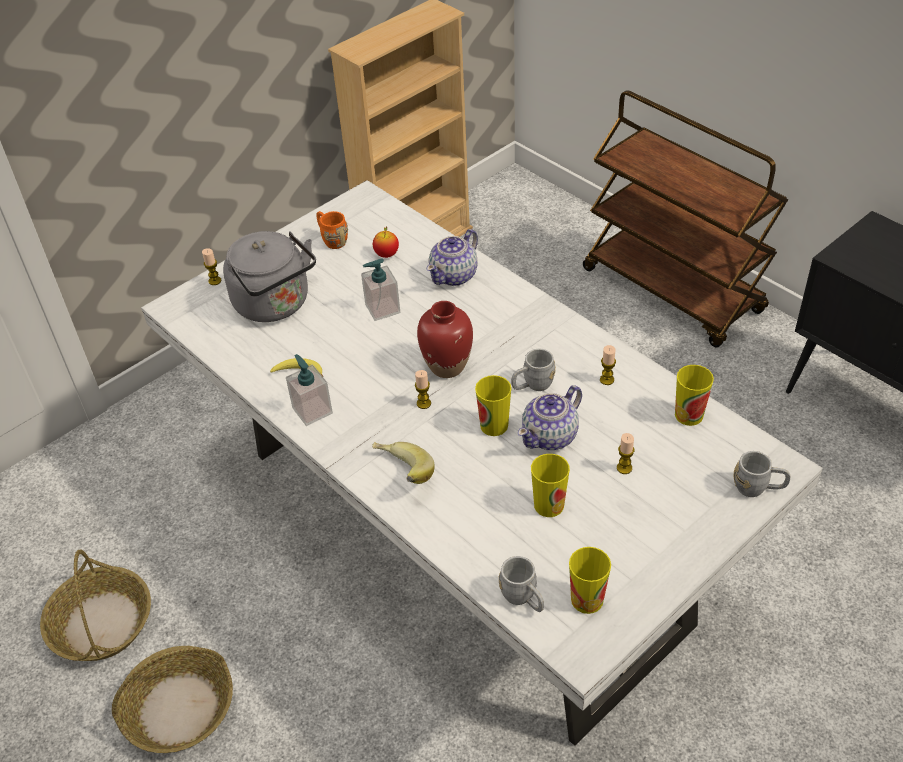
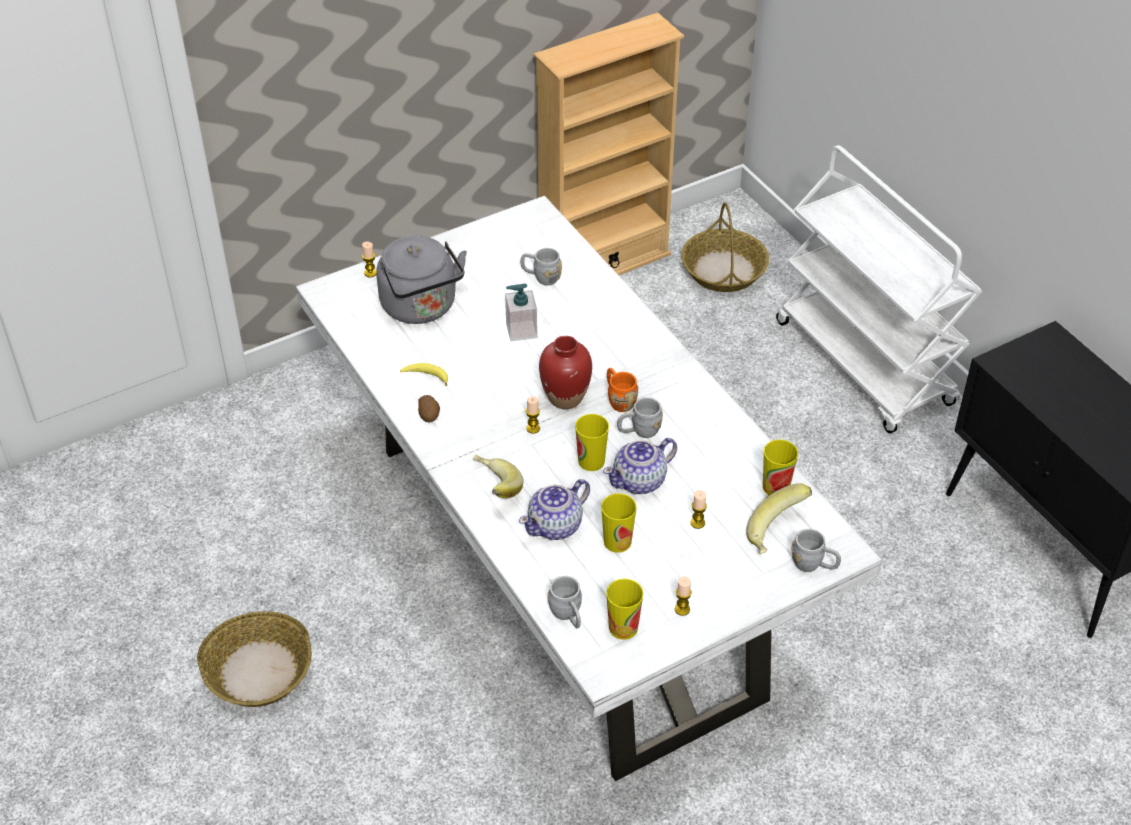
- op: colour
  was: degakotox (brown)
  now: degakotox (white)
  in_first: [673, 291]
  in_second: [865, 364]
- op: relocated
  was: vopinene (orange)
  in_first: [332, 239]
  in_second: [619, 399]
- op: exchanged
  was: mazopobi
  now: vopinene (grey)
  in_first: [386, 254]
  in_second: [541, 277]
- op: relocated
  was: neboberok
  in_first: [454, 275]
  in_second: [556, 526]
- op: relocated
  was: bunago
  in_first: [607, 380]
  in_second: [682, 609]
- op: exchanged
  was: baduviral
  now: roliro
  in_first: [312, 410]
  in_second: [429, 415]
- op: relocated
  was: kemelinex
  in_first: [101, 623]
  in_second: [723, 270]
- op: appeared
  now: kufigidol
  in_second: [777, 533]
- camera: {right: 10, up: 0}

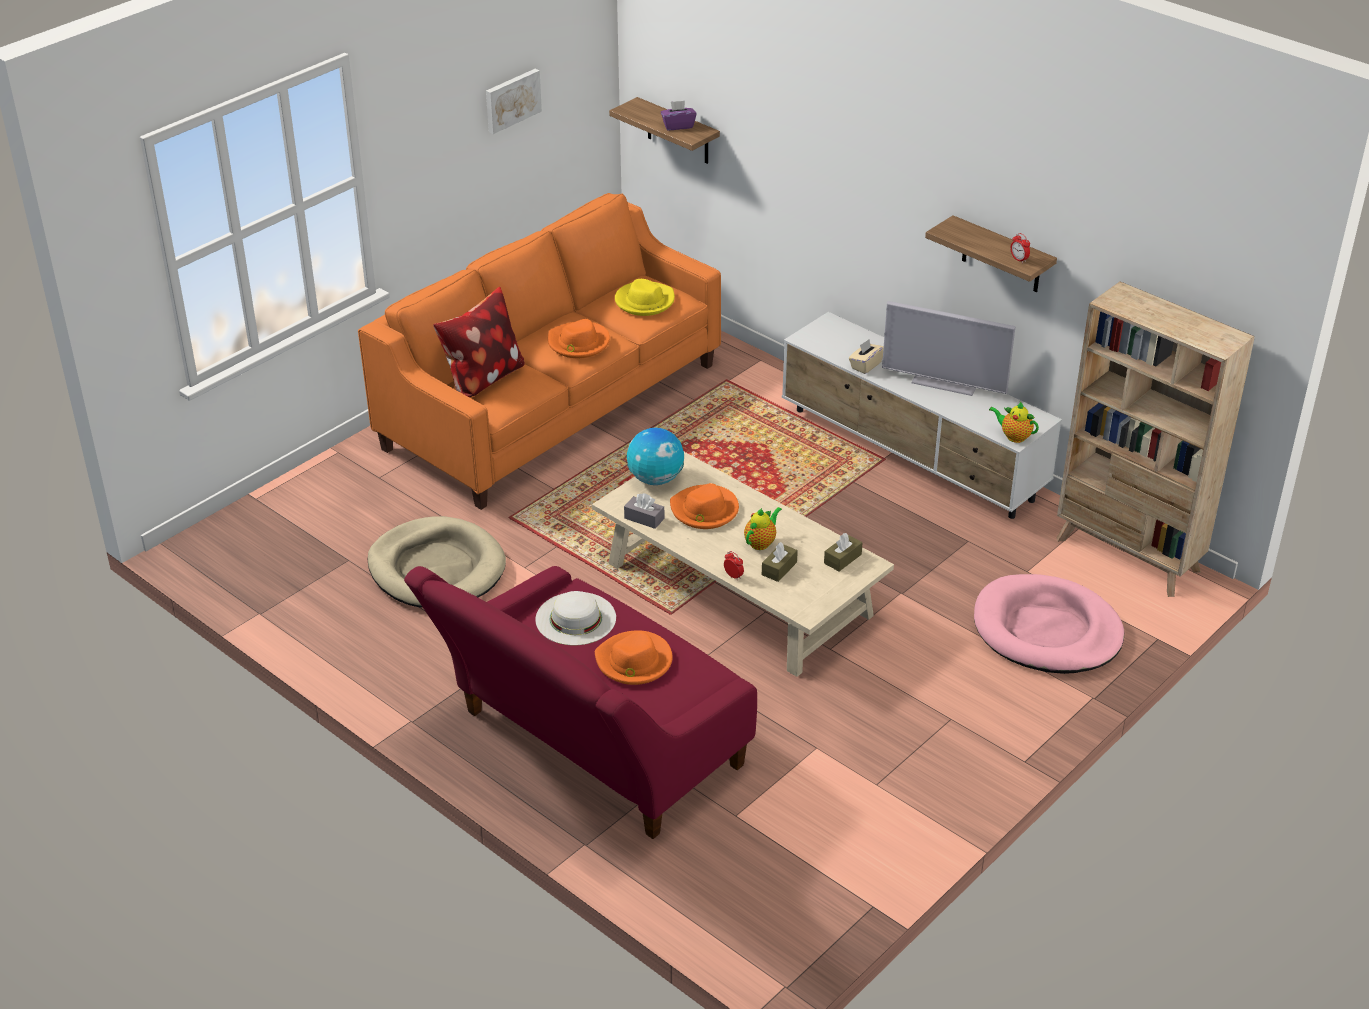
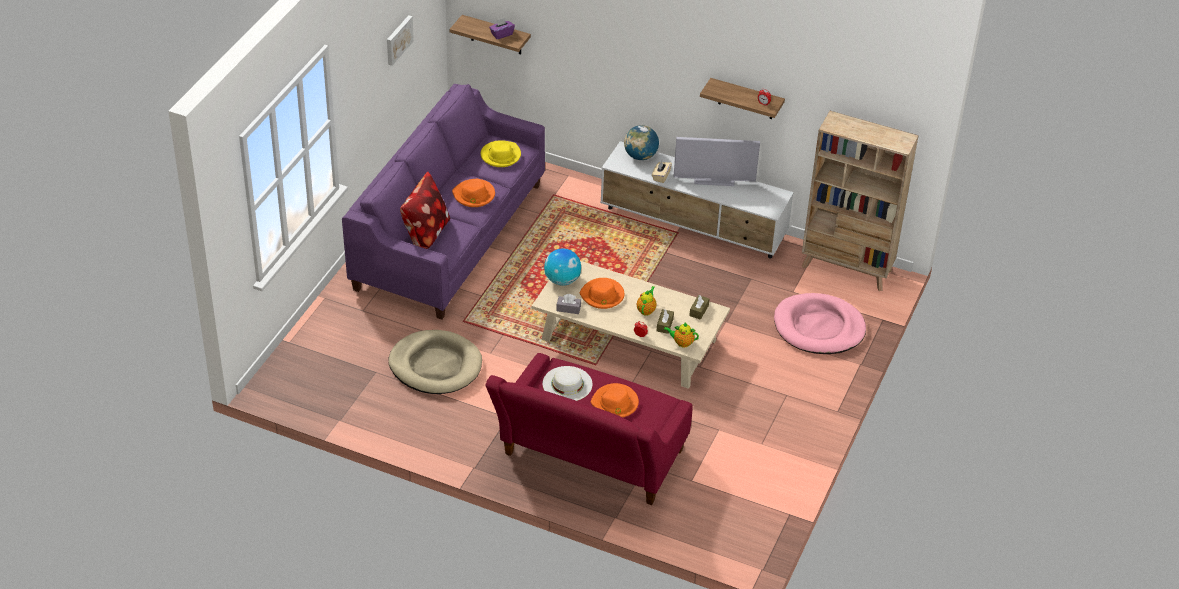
- op: colour
  was: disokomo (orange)
  now: disokomo (purple)
  in_first: [552, 406]
  in_second: [449, 236]
- op: relocated
  was: neboberok
  in_first: [1013, 436]
  in_second: [682, 343]
- op: appeared
  now: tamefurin
  in_second: [640, 156]
- camera: {right: -20, up: 5}

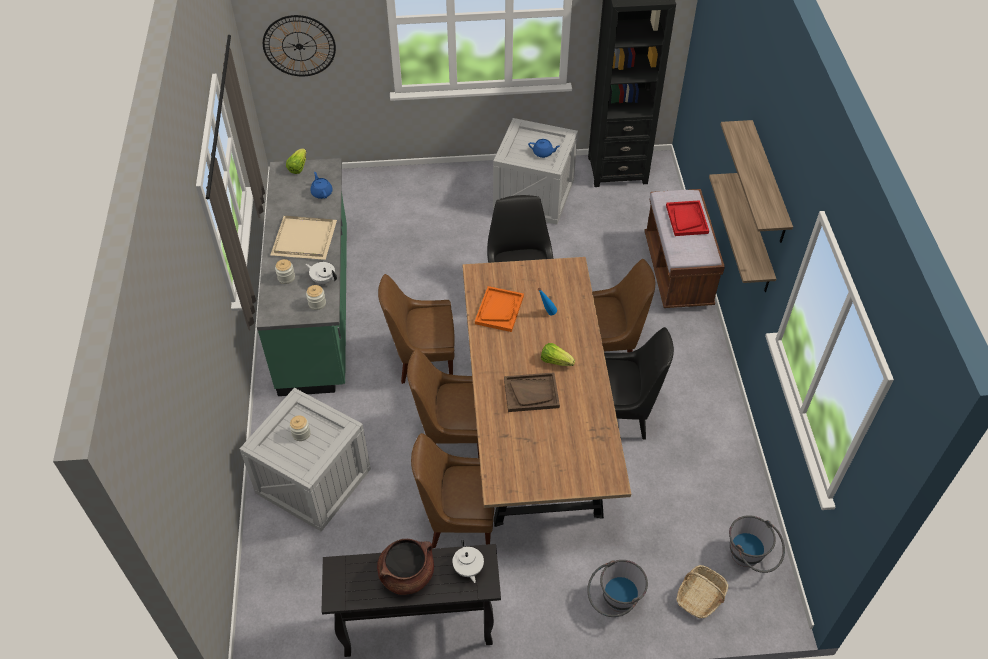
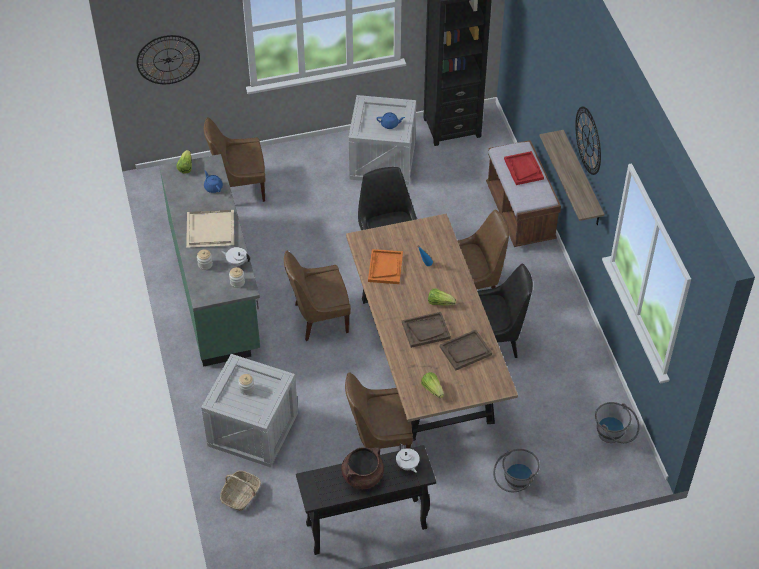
- op: exchanged
  was: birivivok
  now: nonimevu
  in_first: [768, 184]
  in_second: [588, 140]
- op: relocated
  was: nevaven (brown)
  in_first: [452, 436]
  in_second: [239, 187]
- op: relocated
  was: kemelinex
  in_first: [700, 596]
  in_second: [241, 495]
- op: appeared
  now: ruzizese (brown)
  in_second: [465, 351]
- op: appeared
  now: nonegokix
  in_second: [432, 389]
- camera: {right: -10, up: 0}

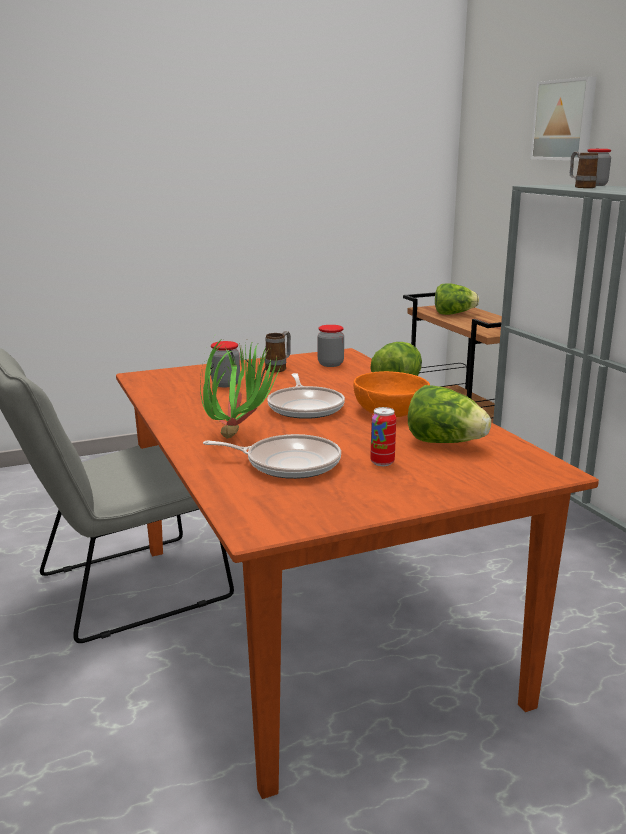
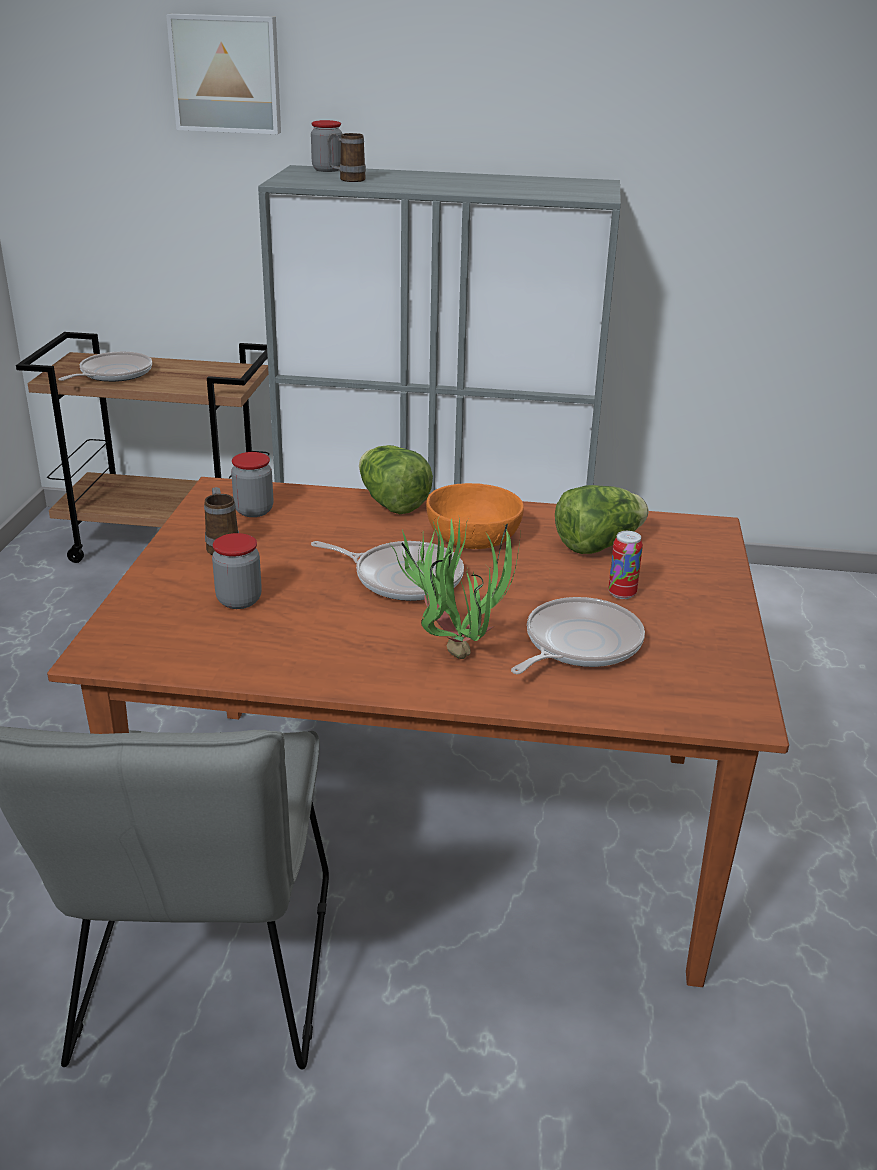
- op: exchanged
  was: nonegokix
  now: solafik
  in_first: [453, 314]
  in_second: [113, 374]
- camera: {right: -60, up: 10}

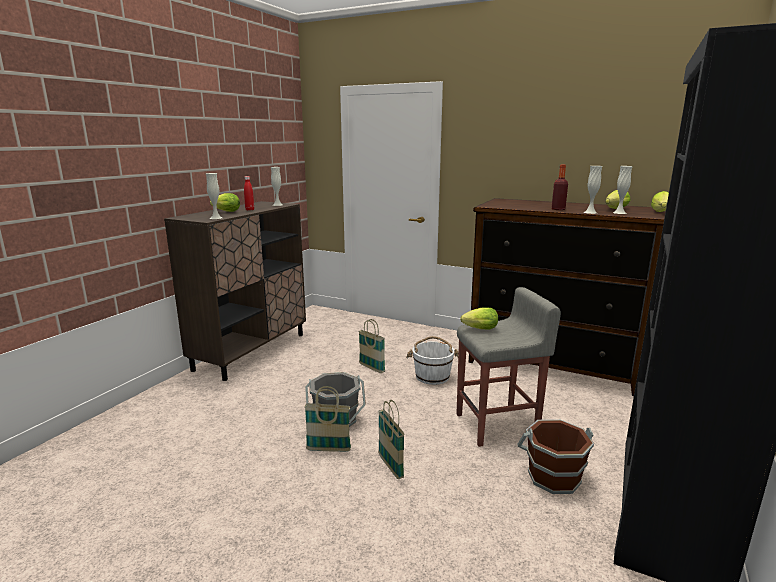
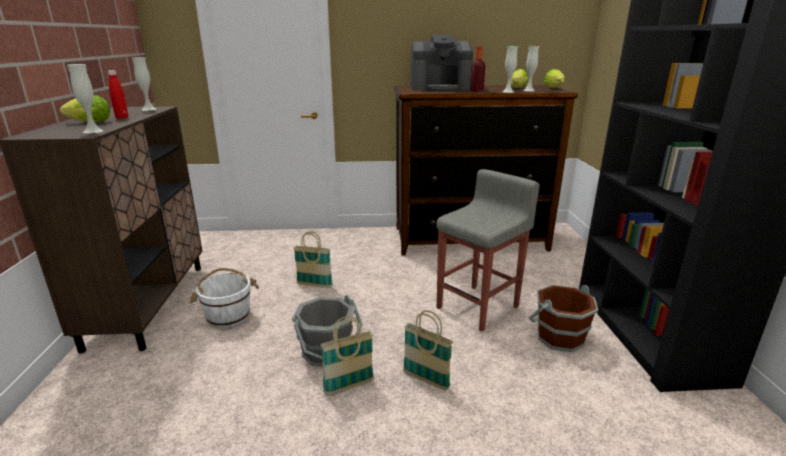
- op: missing
  was: nonegokix
  in_first: [478, 329]
- op: relocated
  was: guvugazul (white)
  in_first: [432, 376]
  in_second: [228, 315]
- op: appeared
  now: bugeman
  in_second: [440, 88]
- camera: {right: -30, up: 5}

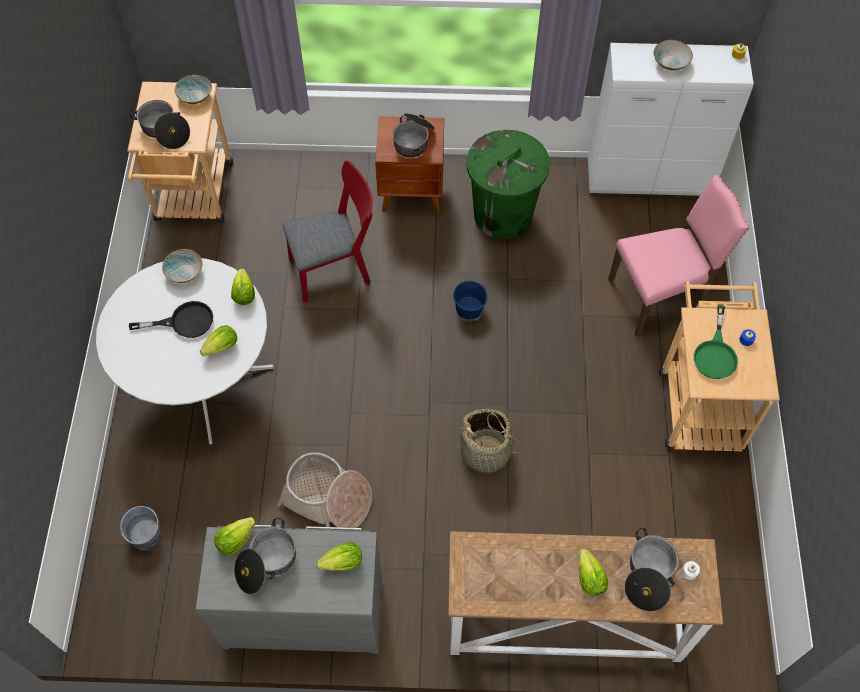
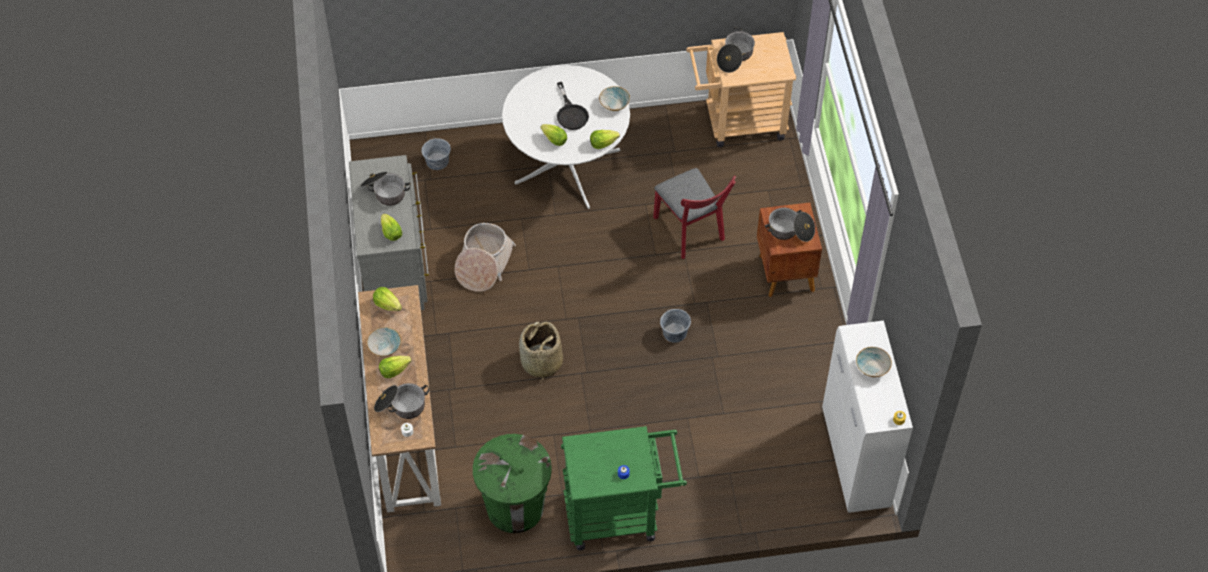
- op: relocated
  was: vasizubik
  in_first: [195, 96]
  in_second: [385, 347]
- op: relocated
  was: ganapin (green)
  in_first: [503, 215]
  in_second: [515, 508]
- op: missing
  was: nevaven (pink)
  in_first: [660, 296]
- op: colour
  was: guvugazul (blue)
  now: guvugazul (grey)
  in_first: [469, 308]
  in_second: [675, 333]
- op: colour
  was: degakotox (beige)
  now: degakotox (green)
  in_first: [699, 400]
  in_second: [620, 514]
- op: missing
  was: solafik (green)
  in_first: [715, 353]
- op: relocated
  was: nonegokix
  in_first: [235, 540]
  in_second: [387, 304]
- camera: {right: 80, up: -5}

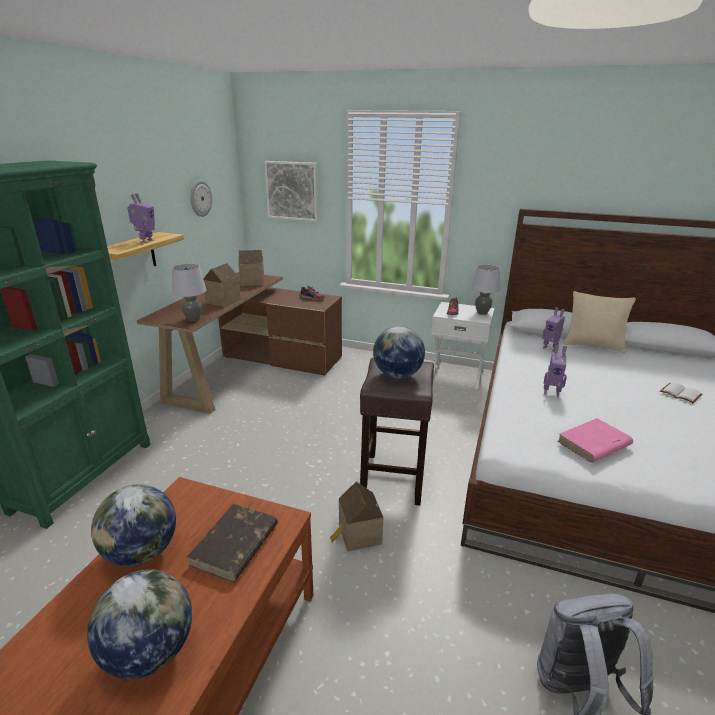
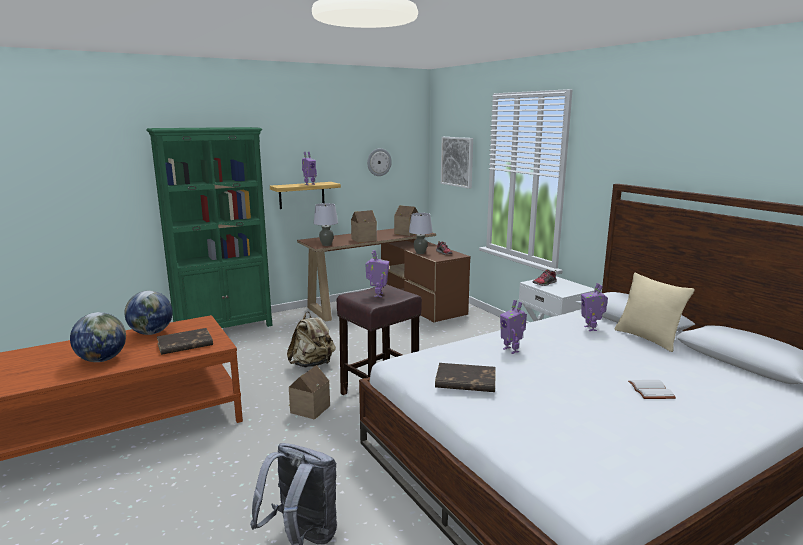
- op: relocated
  was: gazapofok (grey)
  in_first: [482, 312]
  in_second: [420, 253]
- op: exchanged
  was: tamefurin
  now: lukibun
  in_first: [397, 375]
  in_second: [377, 295]
- op: colour
  was: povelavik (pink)
  now: povelavik (brown)
  in_first: [593, 444]
  in_second: [465, 381]
- op: appeared
  now: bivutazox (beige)
  in_second: [312, 364]
- camera: {right: 40, up: -10}

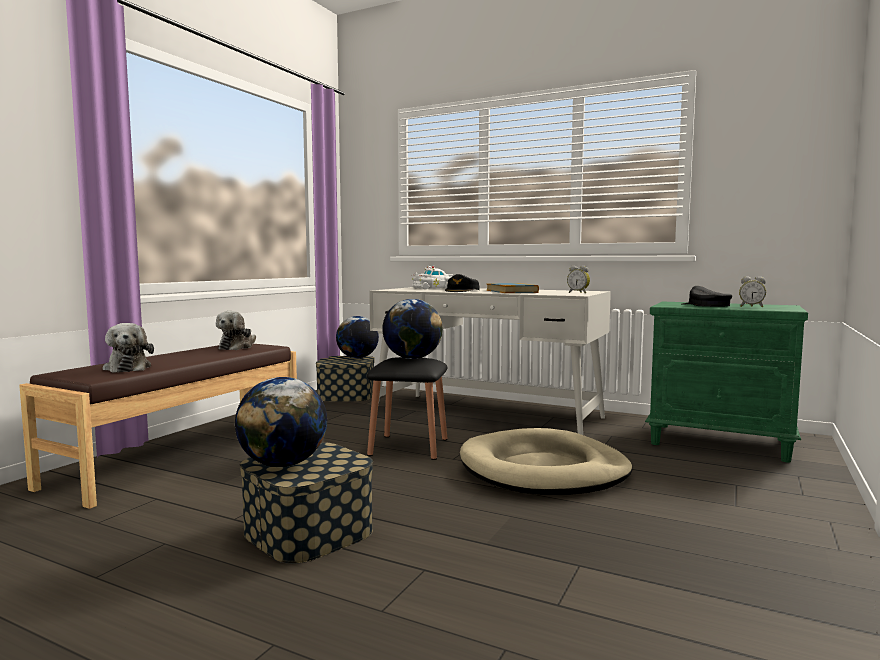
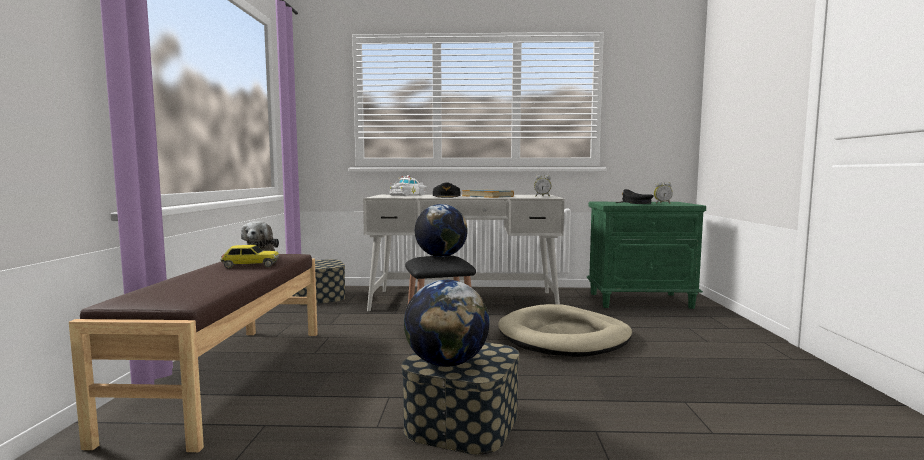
- op: missing
  was: tamefurin
  in_first: [357, 358]
- op: missing
  was: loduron
  in_first: [128, 368]
- op: appeared
  now: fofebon
  in_second: [250, 265]
- camera: {right: -25, up: 0}

